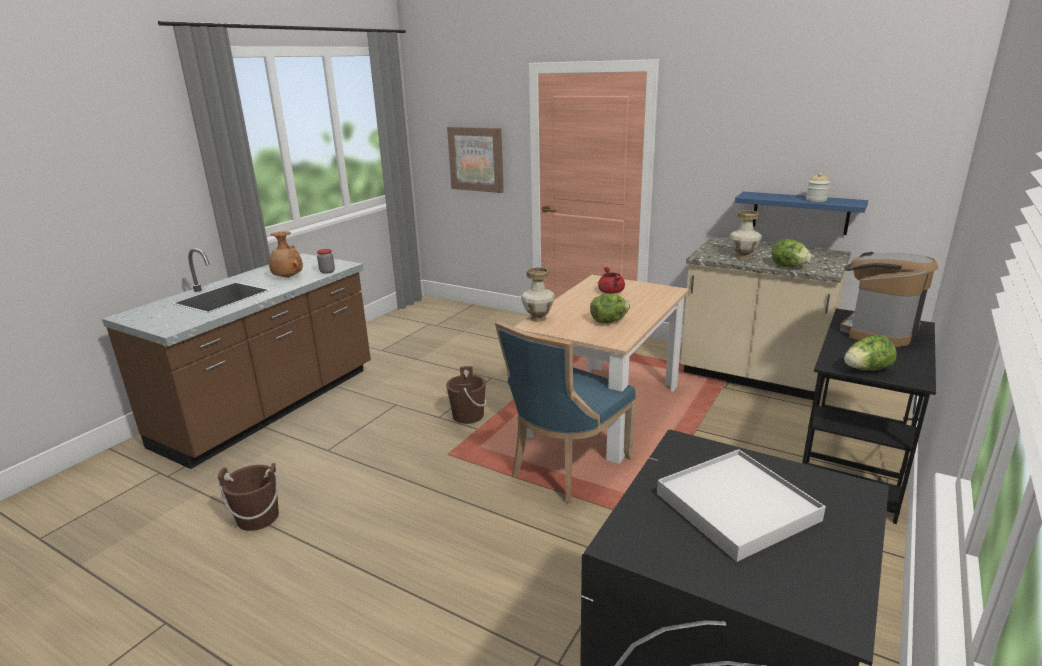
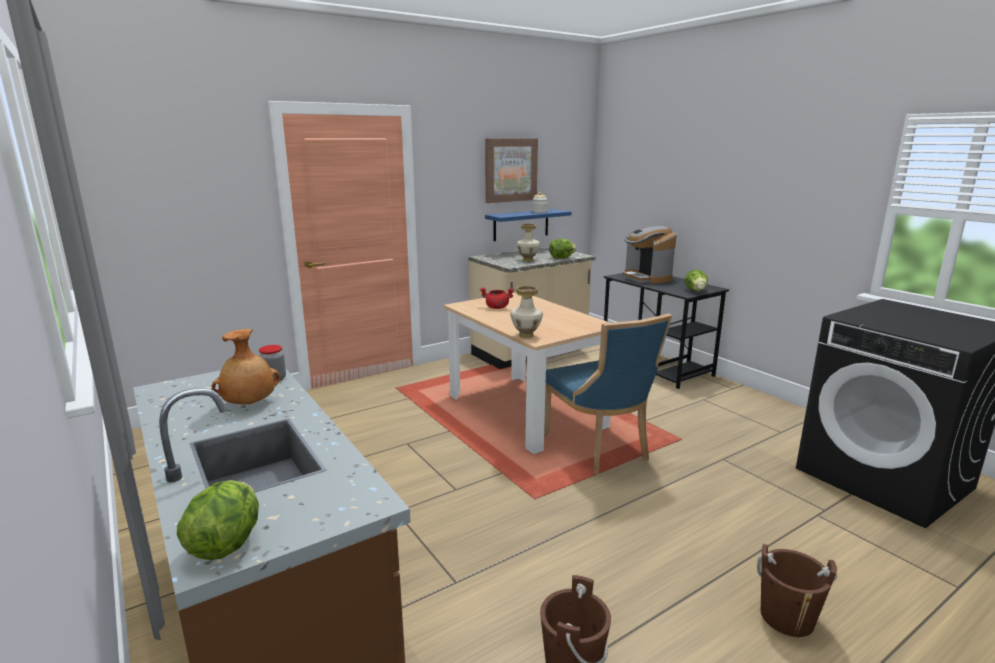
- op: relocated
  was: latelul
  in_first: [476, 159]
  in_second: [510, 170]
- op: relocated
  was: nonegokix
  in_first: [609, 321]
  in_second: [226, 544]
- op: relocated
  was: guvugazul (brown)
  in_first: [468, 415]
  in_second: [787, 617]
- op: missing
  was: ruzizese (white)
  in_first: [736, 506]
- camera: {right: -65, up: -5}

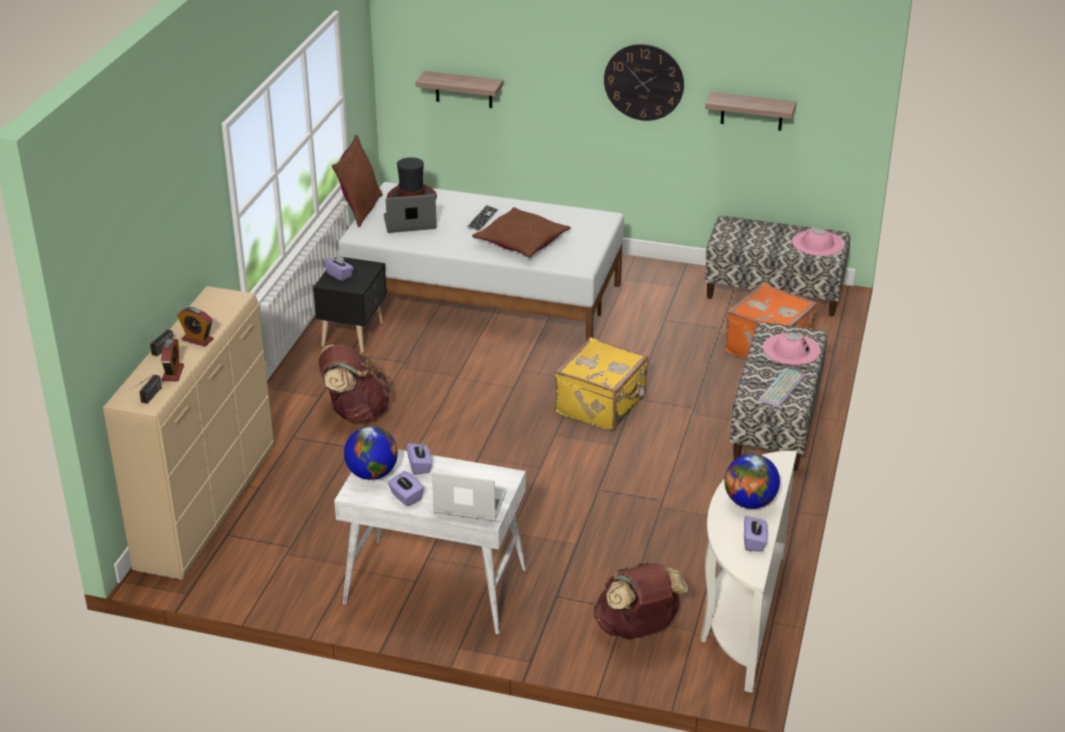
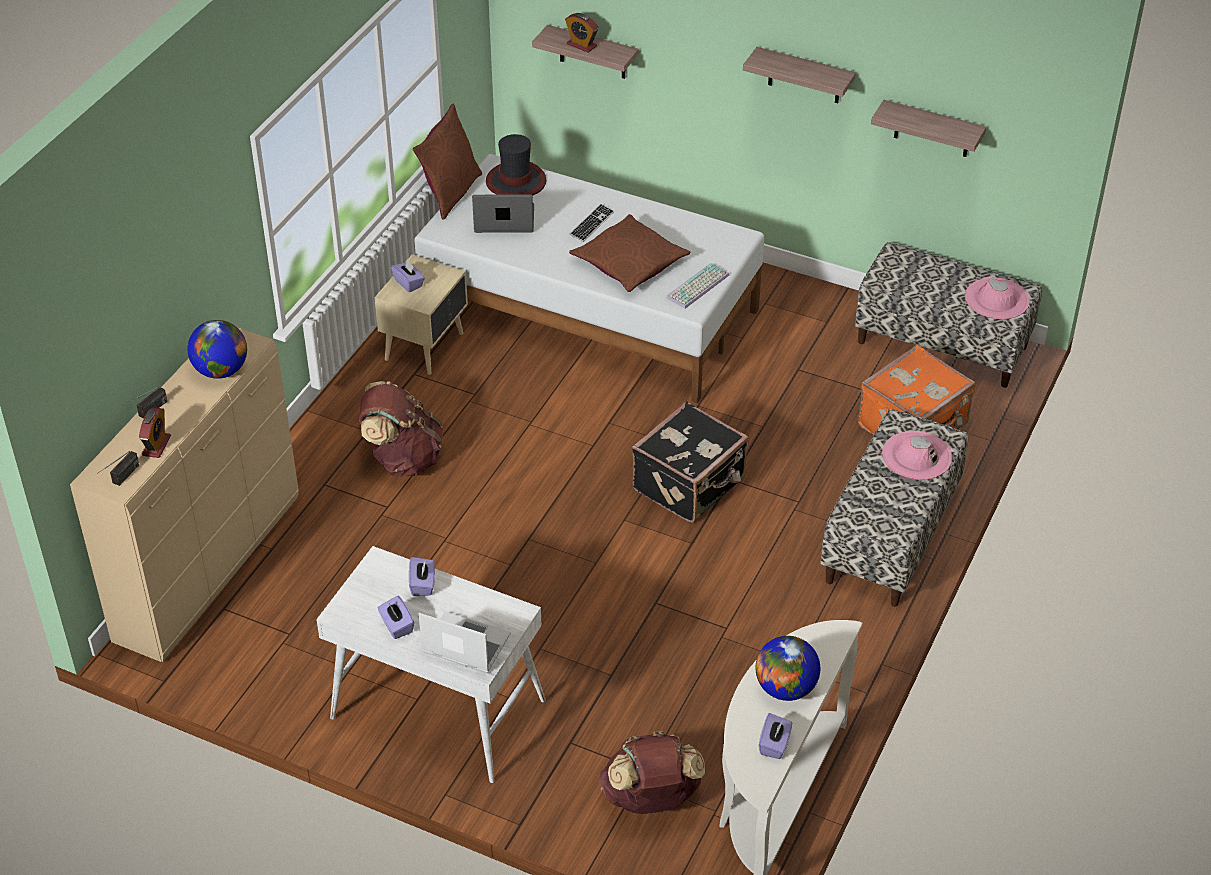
- op: exchanged
  was: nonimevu
  now: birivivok
  in_first: [644, 82]
  in_second: [804, 76]
- op: colour
  was: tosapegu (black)
  now: tosapegu (beige)
  in_first: [354, 334]
  in_second: [426, 346]
- op: relocated
  was: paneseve
  in_first: [197, 339]
  in_second: [581, 45]
- op: colour
  was: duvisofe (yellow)
  now: duvisofe (black)
  in_first: [602, 406]
  in_second: [690, 485]
- op: relocated
  was: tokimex
  in_first: [783, 389]
  in_second: [698, 287]
- op: relocated
  was: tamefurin
  in_first: [372, 474]
  in_second: [221, 370]
- camera: {right: 10, up: 10}

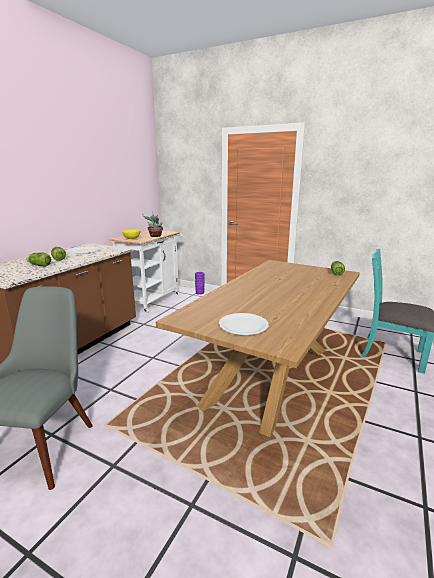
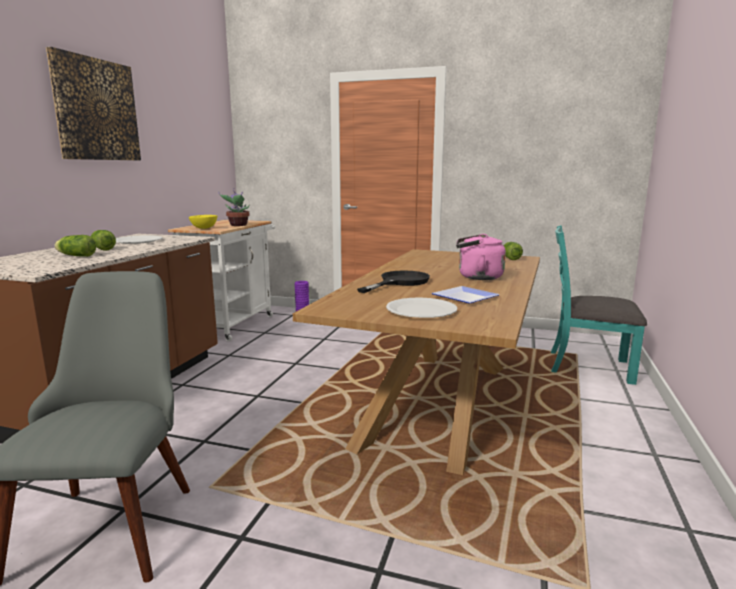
- op: appeared
  now: latelul
  in_second: [96, 110]
- op: appeared
  now: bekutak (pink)
  in_second: [477, 277]
- op: appeared
  now: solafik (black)
  in_second: [399, 282]
- op: appeared
  now: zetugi
  in_second: [464, 297]
- camera: {right: -10, up: -5}

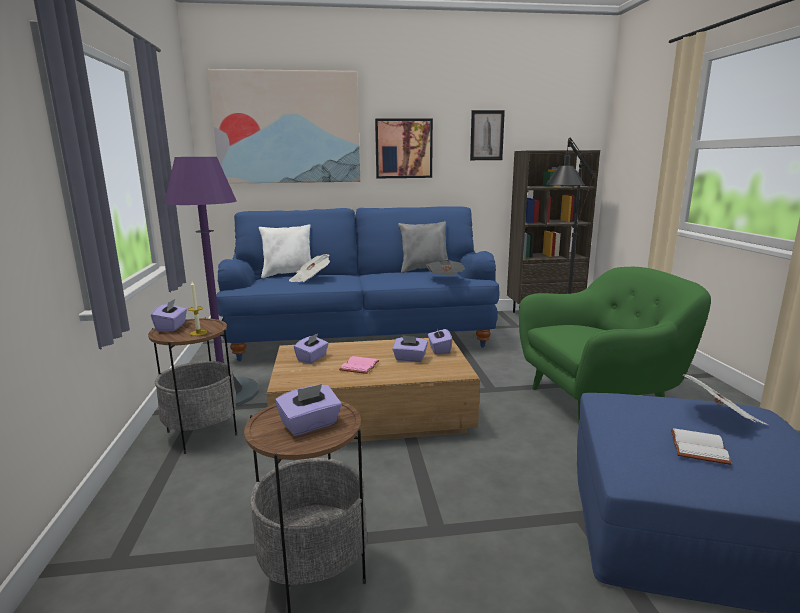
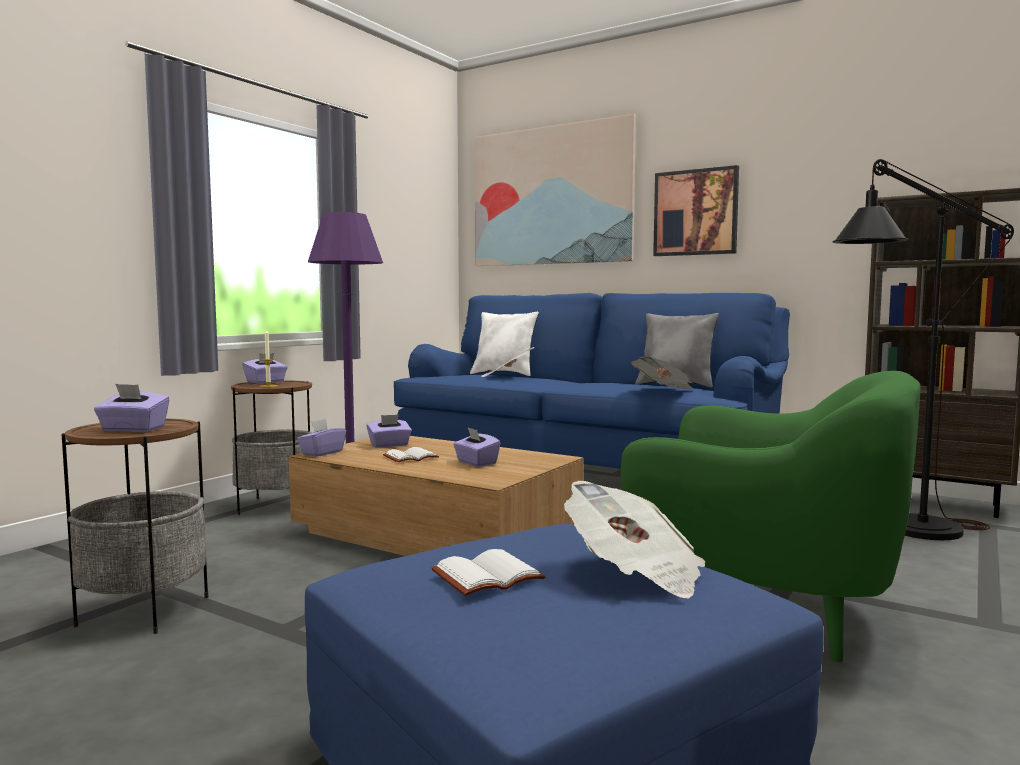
- op: missing
  was: latelul
  in_first: [487, 135]
- op: relocated
  was: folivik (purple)
  in_first: [439, 350]
  in_second: [322, 453]
- op: colour
  was: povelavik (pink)
  now: povelavik (white)
  in_first: [359, 366]
  in_second: [410, 457]
- camera: {right: 40, up: -10}

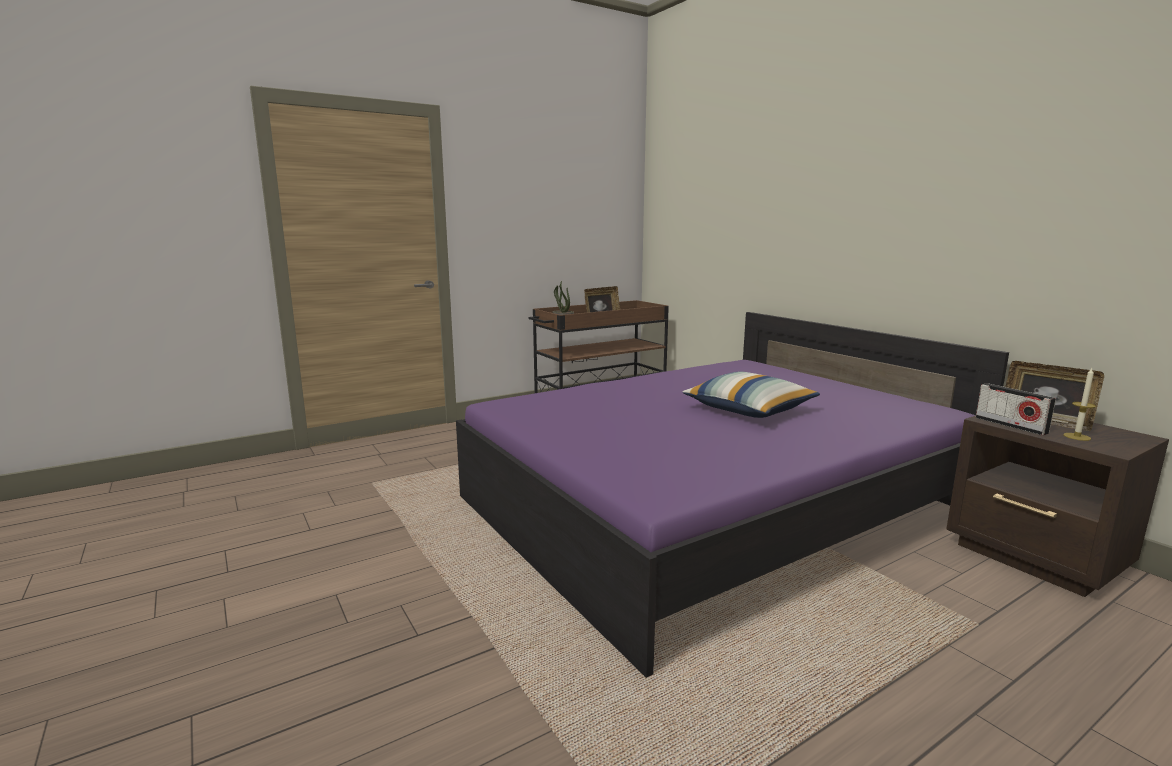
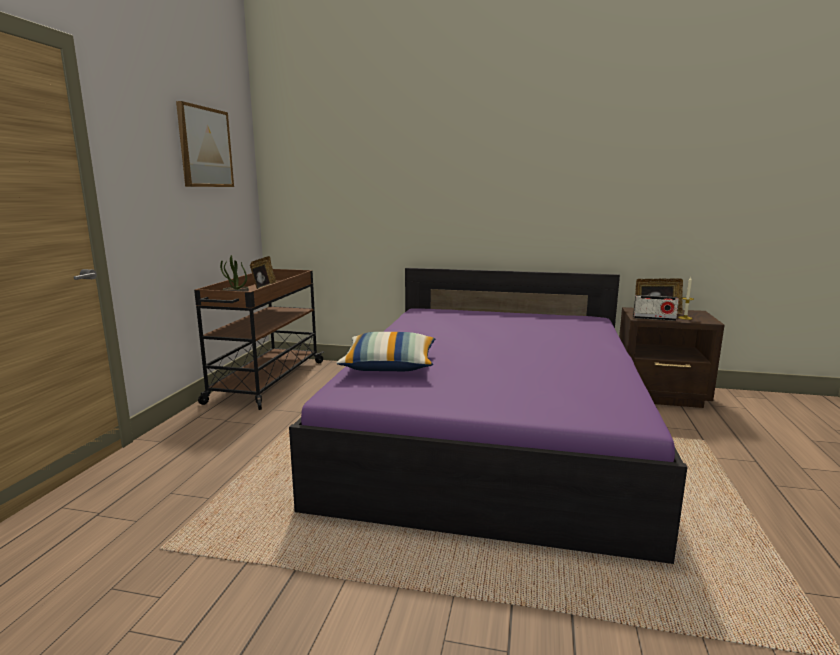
- op: relocated
  was: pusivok
  in_first: [749, 410]
  in_second: [389, 366]
- op: appeared
  now: latelul
  in_second: [205, 147]
- camera: {right: -45, up: 0}

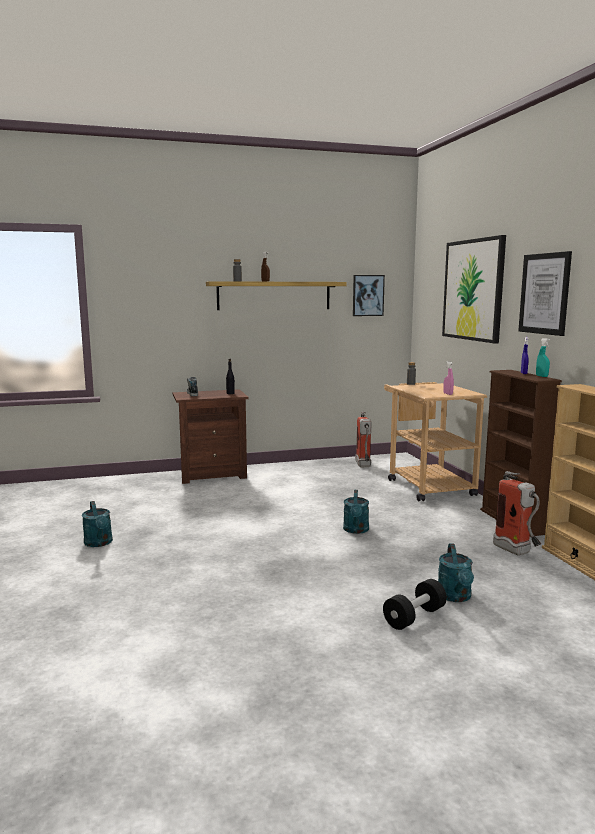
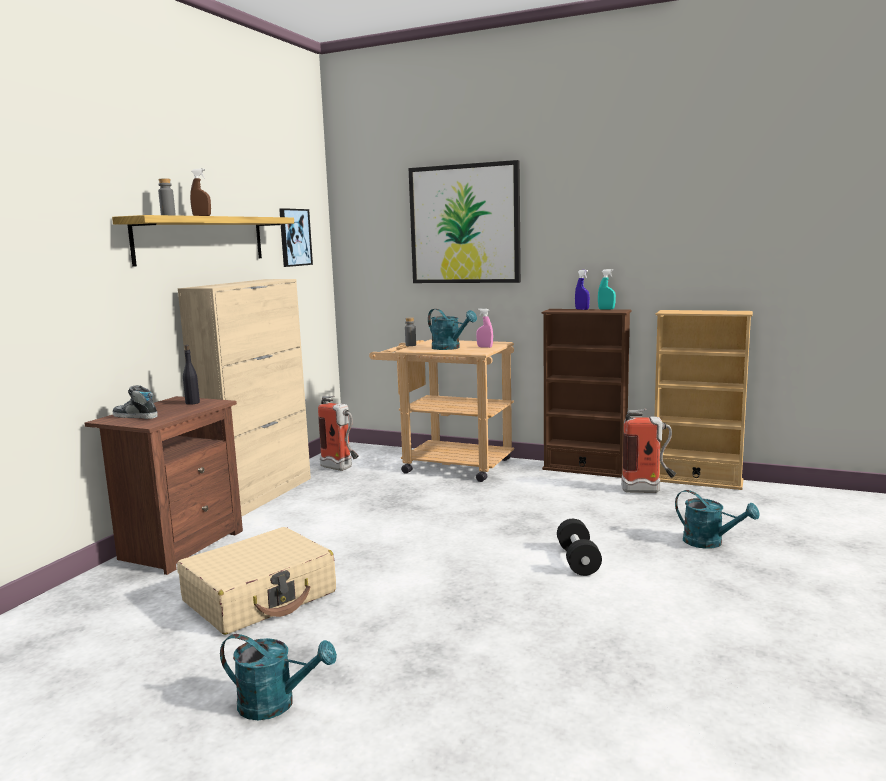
- op: missing
  was: latelul
  in_first: [544, 293]
- op: relocated
  was: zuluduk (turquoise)
  in_first: [356, 530]
  in_second: [450, 348]
- op: relocated
  was: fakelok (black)
  in_first: [414, 617]
  in_second: [578, 560]
- op: appeared
  now: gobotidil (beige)
  in_second: [260, 495]
- op: appeared
  now: duvisofe (beige)
  in_second: [260, 597]
- camera: {right: -50, up: 0}

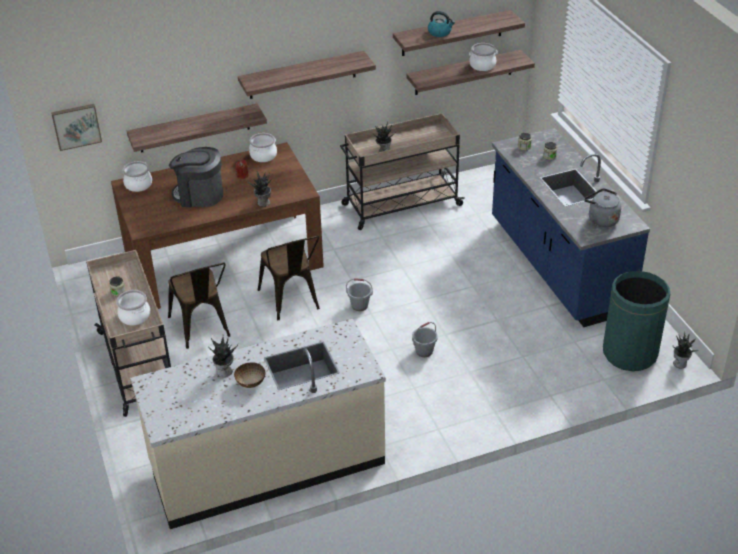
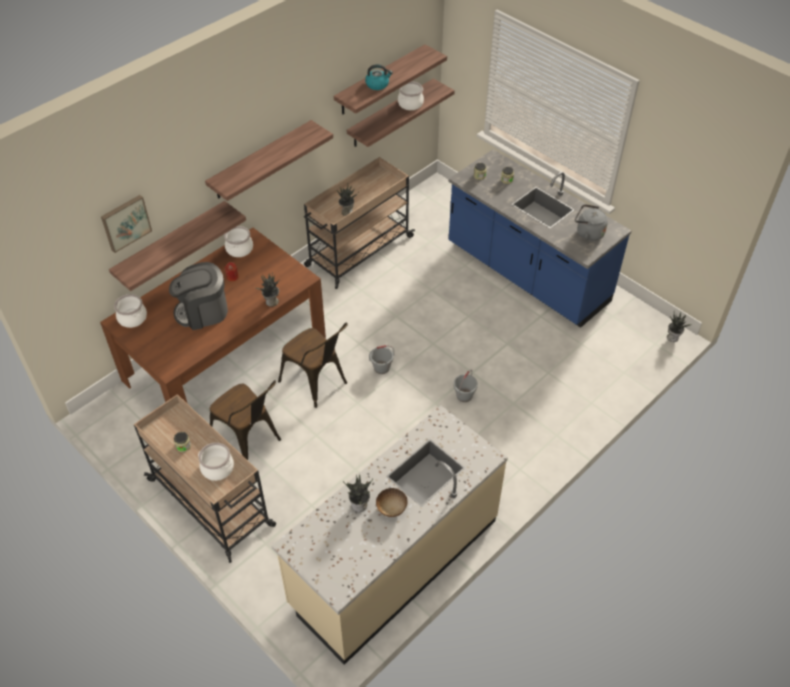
- op: relocated
  was: latelul
  in_first: [76, 126]
  in_second: [125, 222]
- op: missing
  was: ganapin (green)
  in_first: [630, 353]
- camera: {right: -25, up: 10}

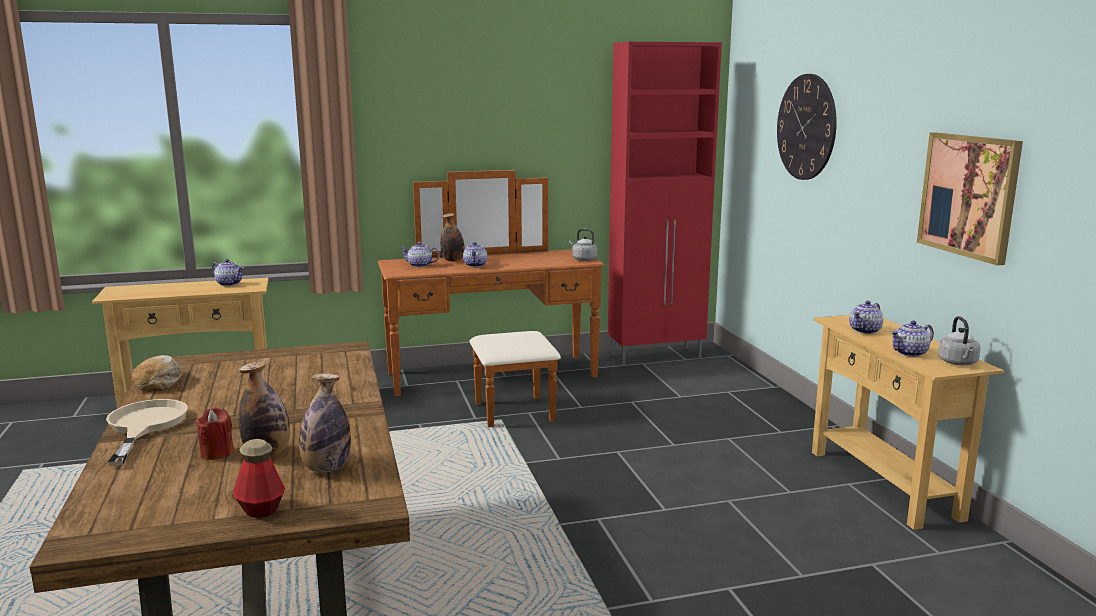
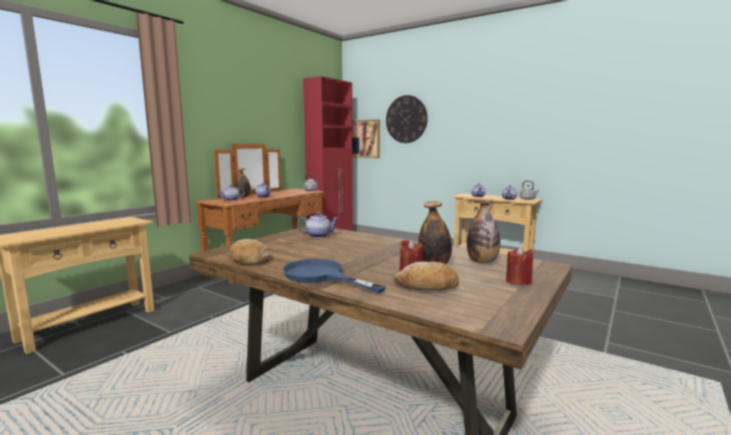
- op: relocated
  was: latelul
  in_first: [969, 195]
  in_second: [364, 139]
- op: relocated
  was: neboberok
  in_first: [230, 284]
  in_second: [318, 236]
- op: colour
  was: solafik (beige)
  now: solafik (blue)
  in_first: [144, 426]
  in_second: [321, 276]
- op: exchanged
  was: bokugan
  now: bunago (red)
  in_first: [260, 509]
  in_second: [518, 281]
- op: appeared
  now: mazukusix
  in_second: [427, 287]
- camera: {right: -40, up: -5}

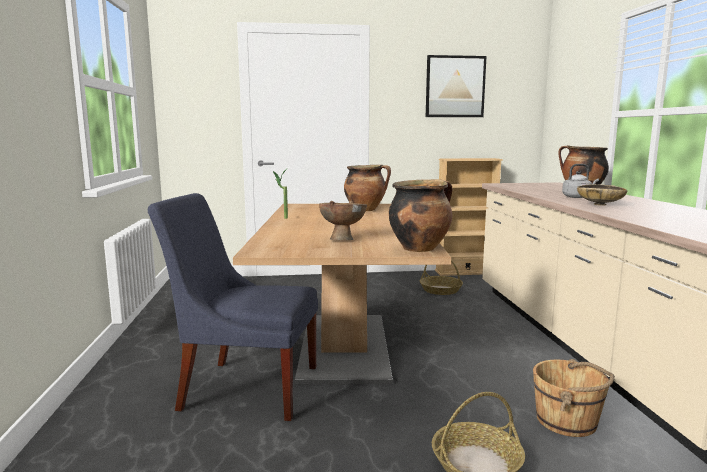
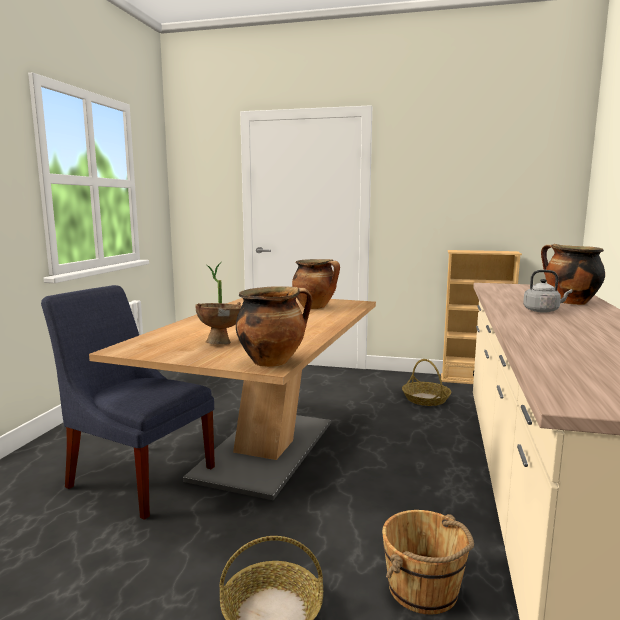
- op: missing
  was: latelul
  in_first: [455, 87]
- op: missing
  was: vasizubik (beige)
  in_first: [600, 205]
- camera: {right: 20, up: 0}

